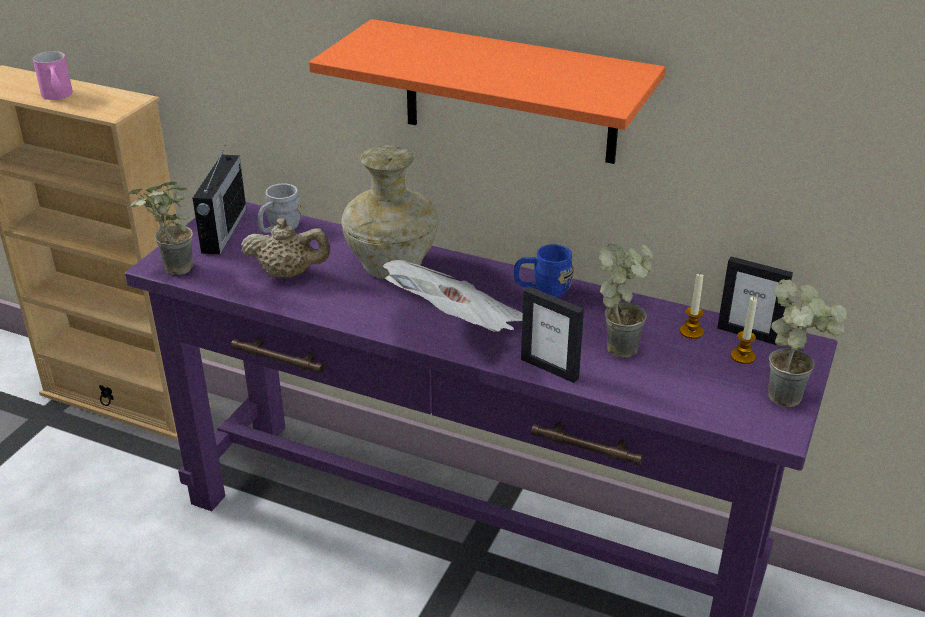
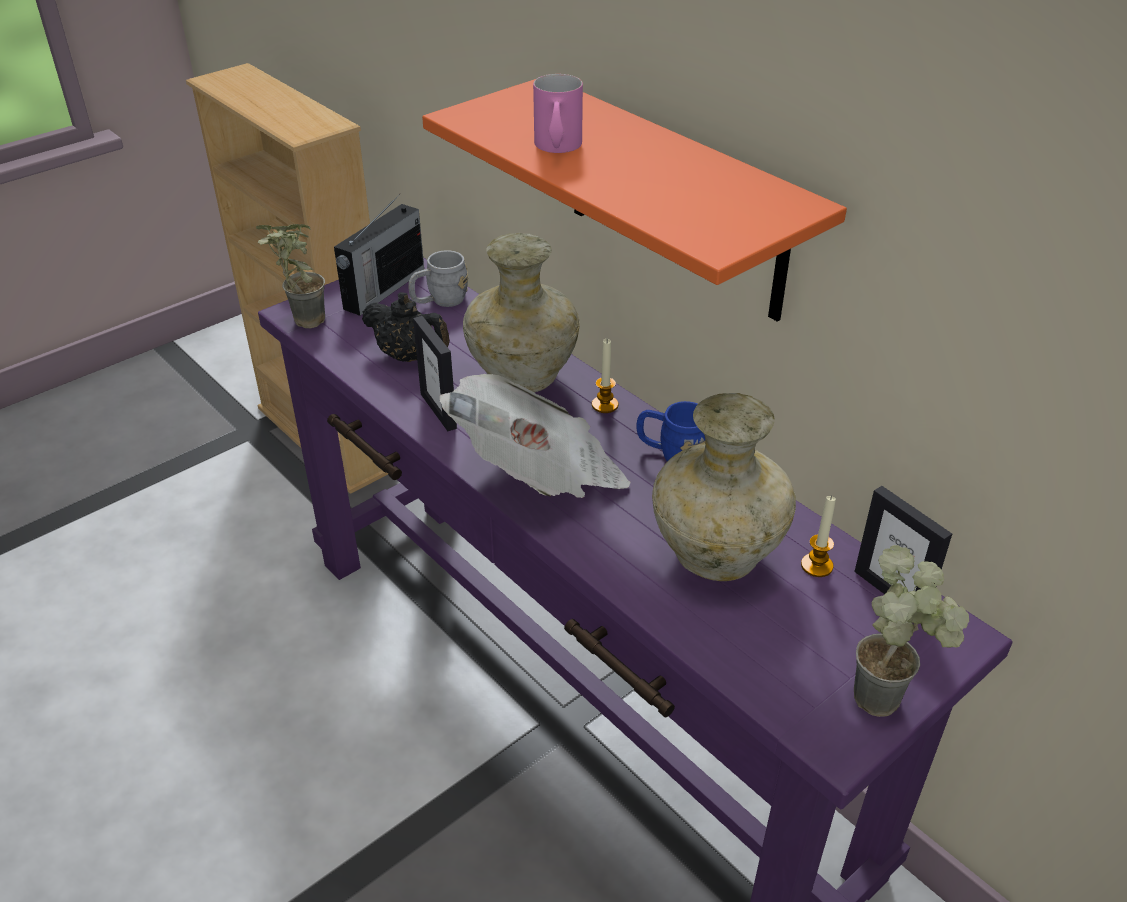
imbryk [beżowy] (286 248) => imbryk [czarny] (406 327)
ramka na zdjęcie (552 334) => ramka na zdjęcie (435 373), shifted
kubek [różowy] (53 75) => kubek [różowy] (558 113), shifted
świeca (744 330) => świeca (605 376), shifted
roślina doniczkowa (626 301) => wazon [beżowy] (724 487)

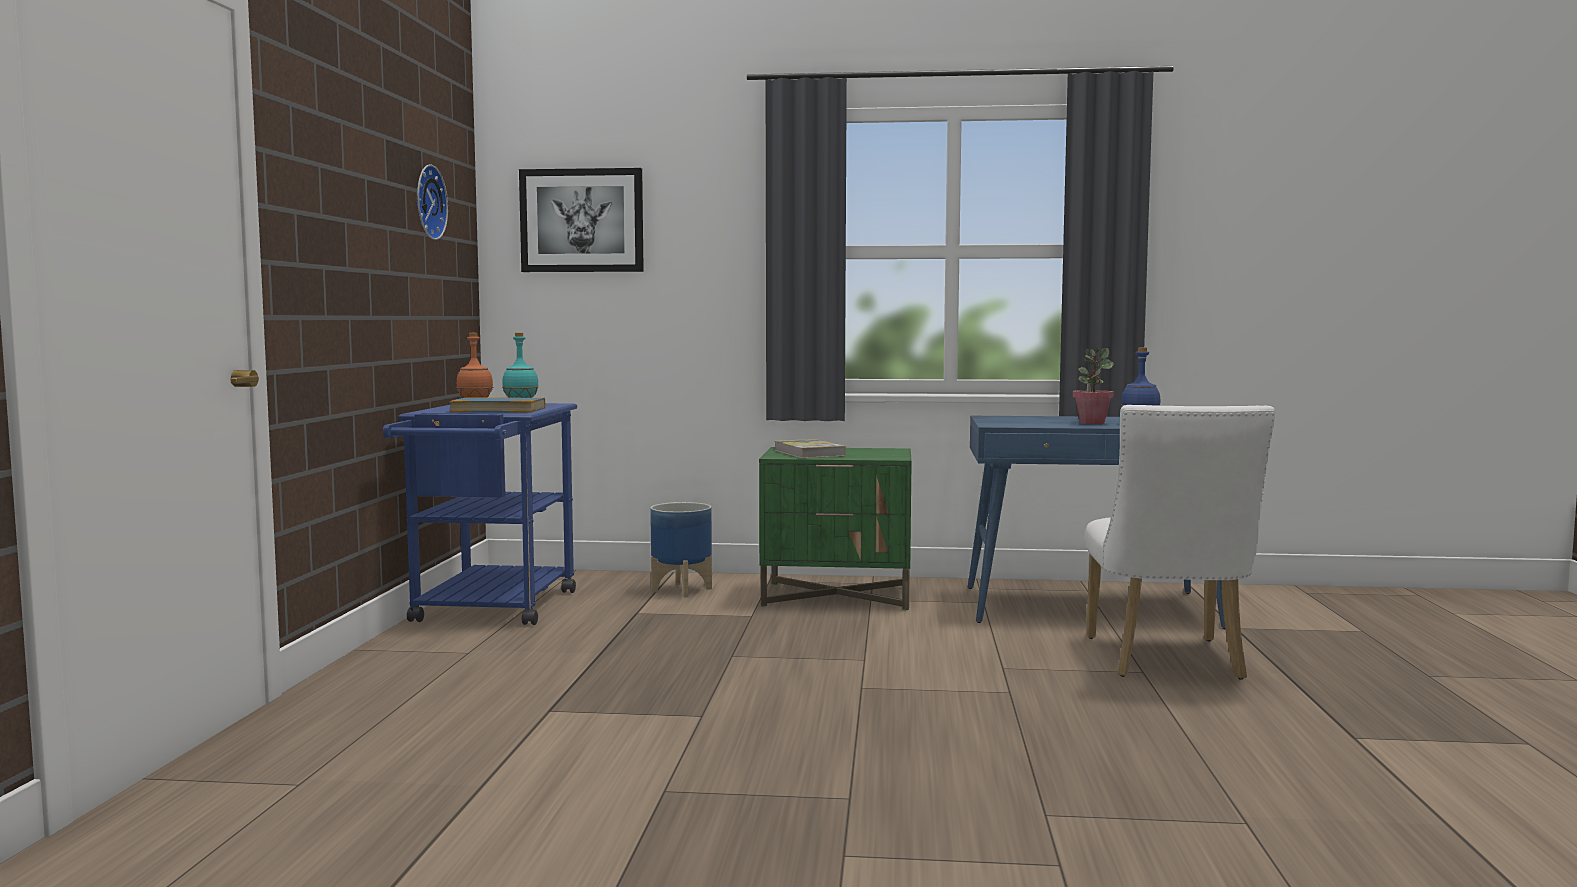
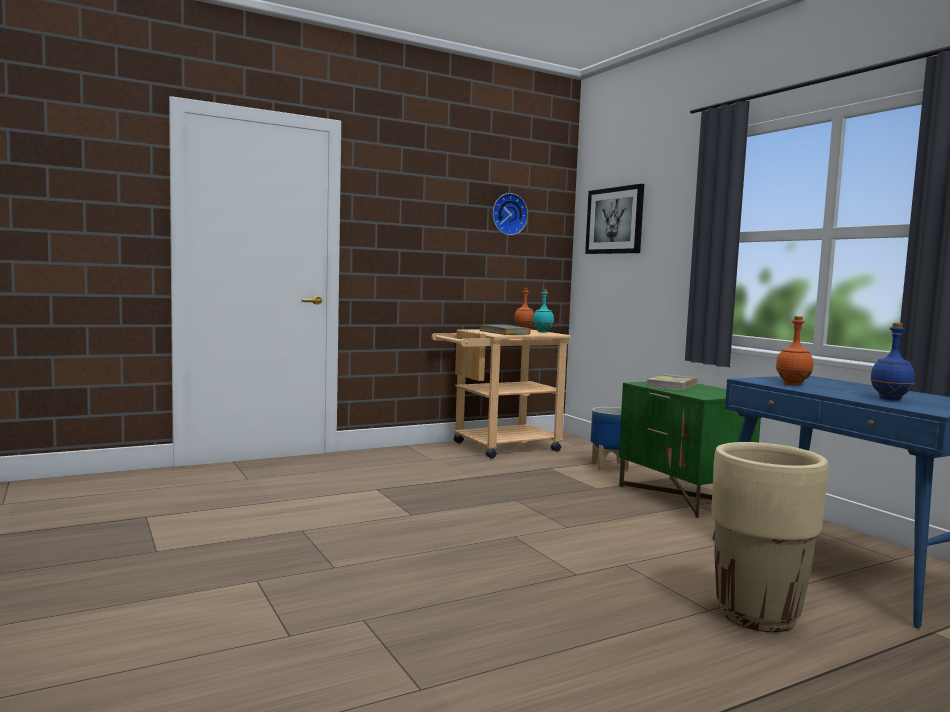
wózek [niebieski] (480 514) => wózek [beżowy] (501 394)
krzesło [biały] (1180 542) => donica [beżowy] (769 537)
nothing => butelka [pomarańczowy] (794 350)
roślina doniczkowa (1093 385) => nothing

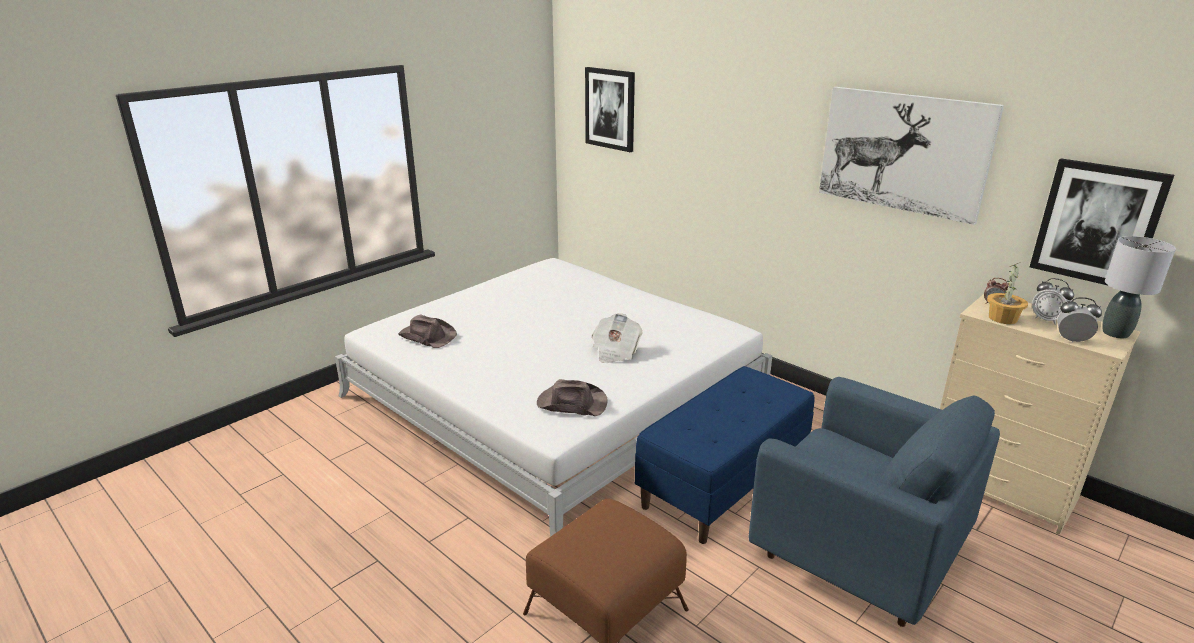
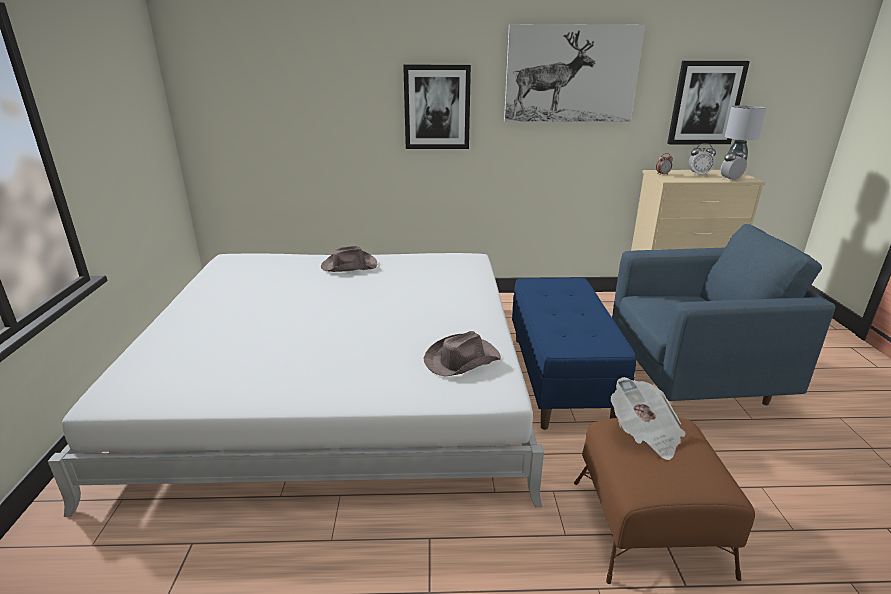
kapelusz [brązowy] (427 331) => kapelusz [brązowy] (349 259), shifted
obraz (610 109) => obraz (437 107), shifted
gazeta (617 338) => gazeta (648 418), shifted
roślina doniczkowa (1007 293) => nothing

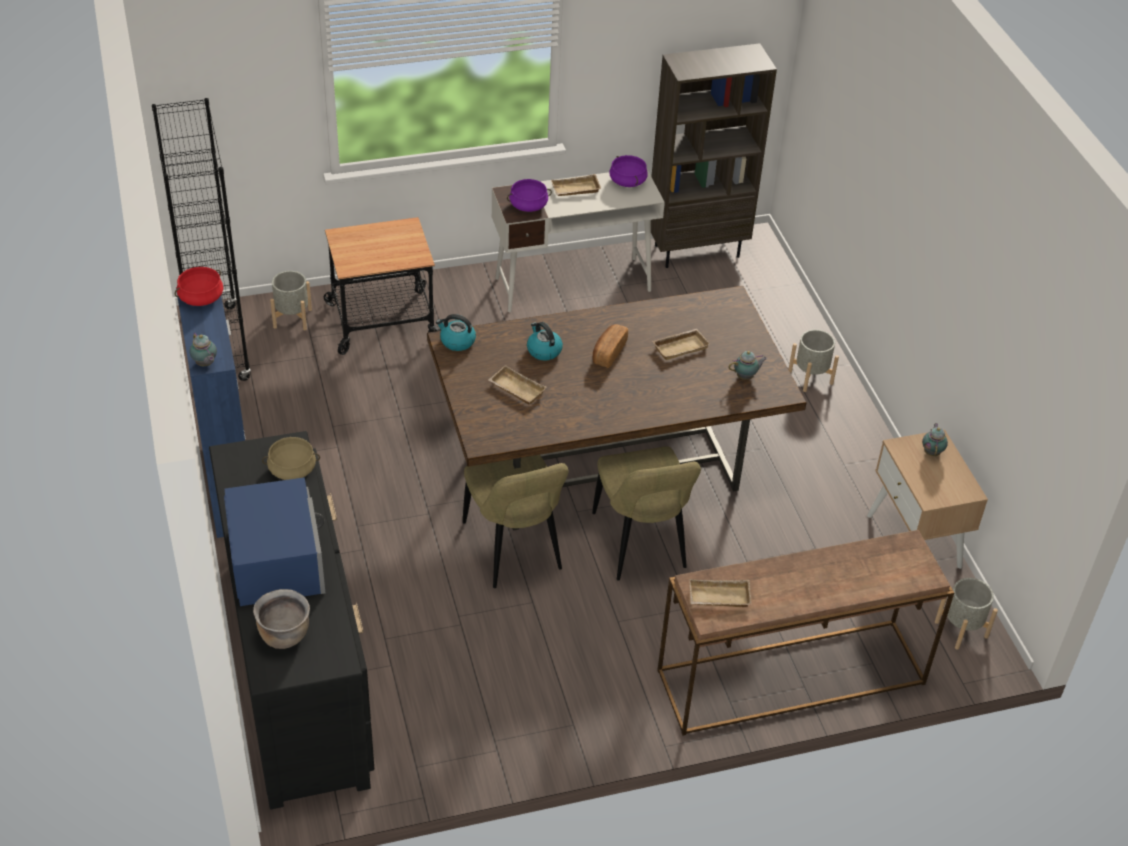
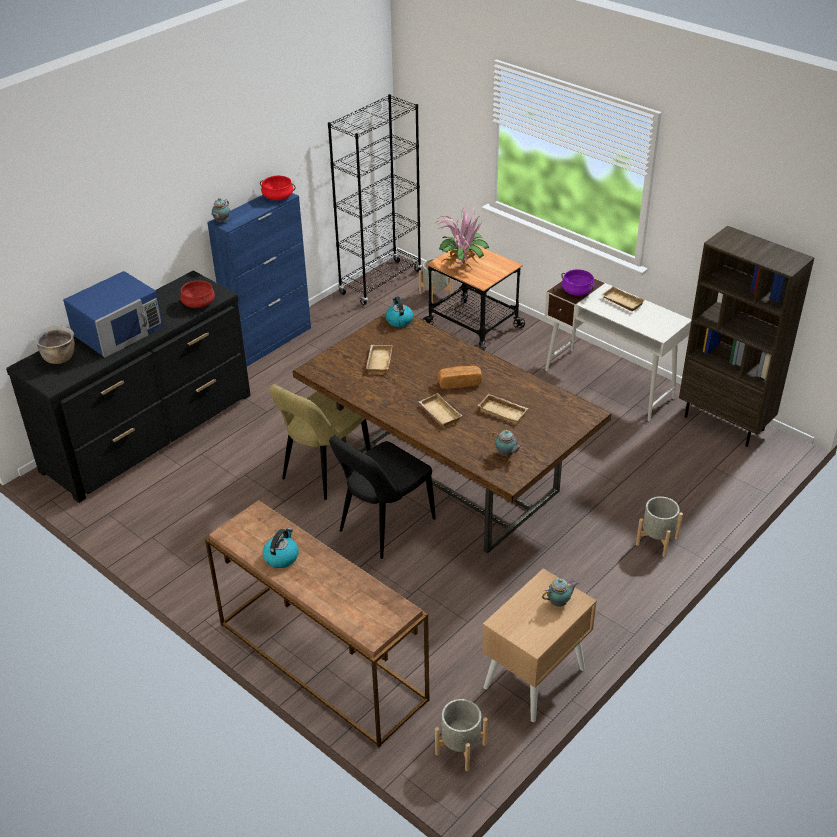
garnek [beżowy] (291 458) => garnek [czerwony] (197 294)
czajnik (545 341) => czajnik (280 548), shifted
krzesło [beżowy] (646 513) => krzesło [czarny] (382 497)
taca [beżowy] (721 593) => taca [beżowy] (440 410), shifted
nothing => roślina doniczkowa (462 235)
garnek [fioletowy] (629 171) => nothing

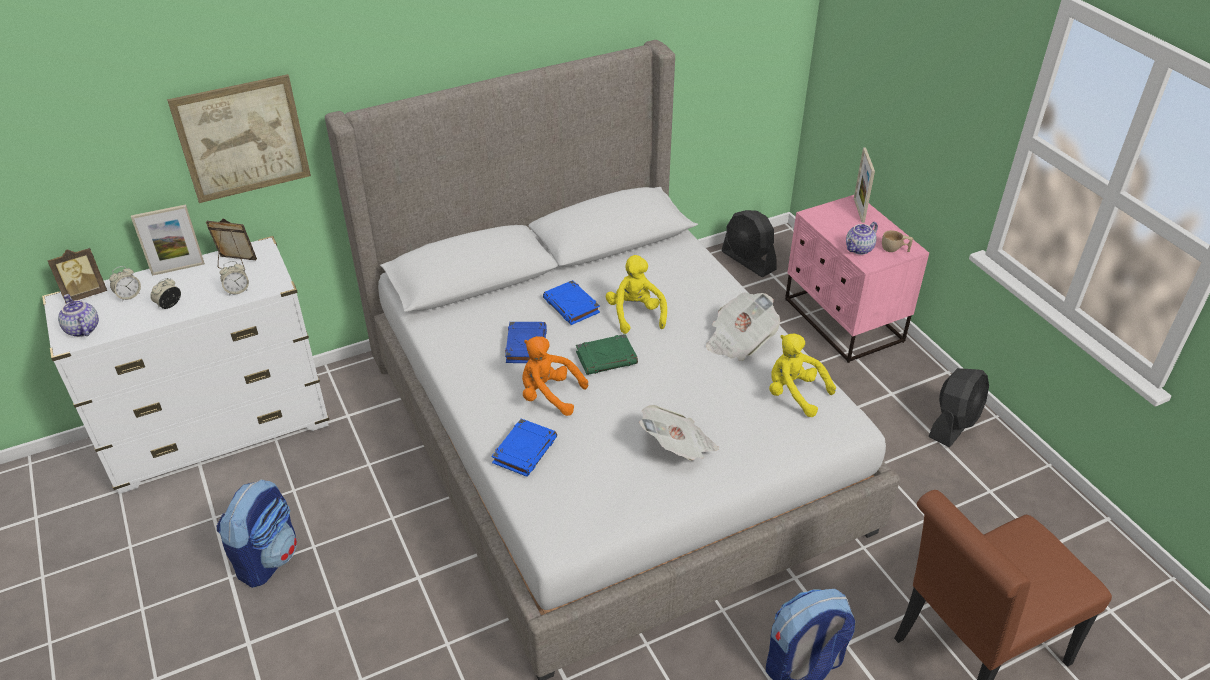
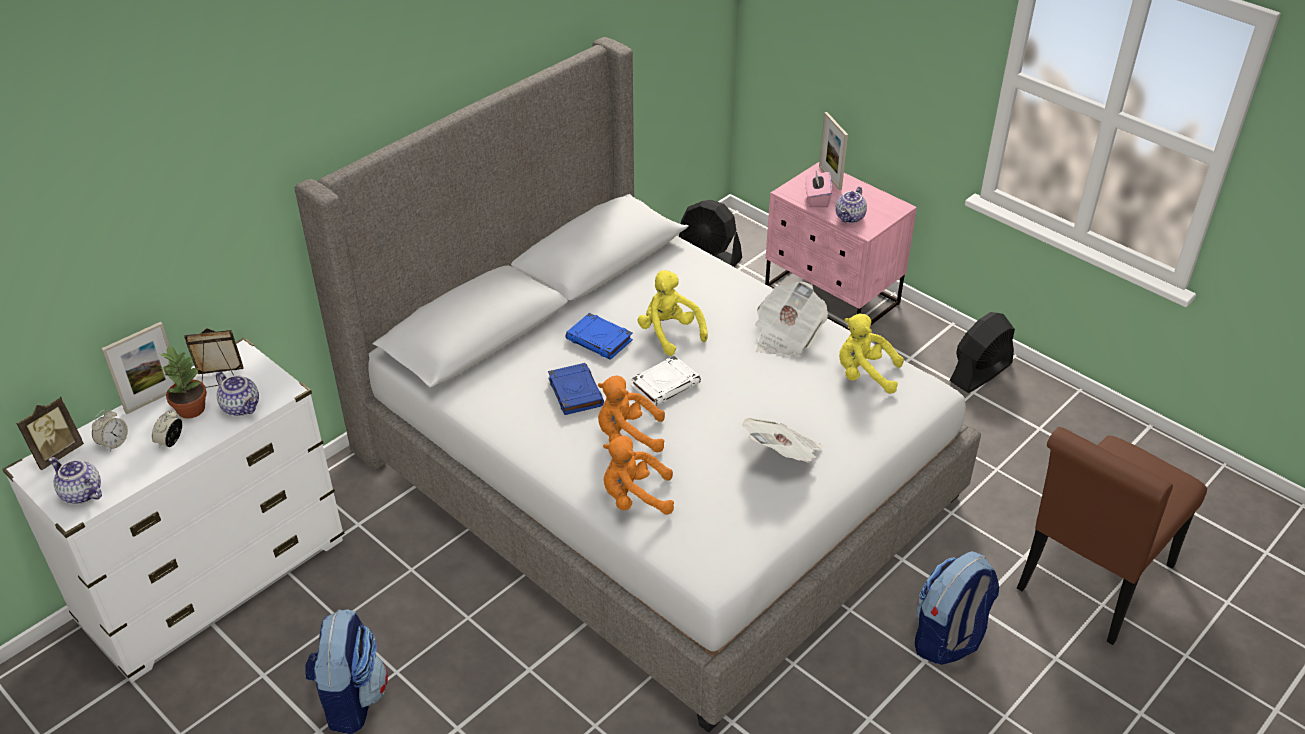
nothing => roślina doniczkowa (183 381)
budzik (234 278) => imbryk (237 394)
książka [niebieski] (524 448) => pluszak [pomarańczowy] (638 475)
książka [zielony] (607 354) => książka [biały] (666 381)
nothing => pudełko chusteczek [różowy] (818 189)
wentylator [czarny] (958 408) => wentylator [czarny] (982 352), 150 degrees counterclockwise
obraz (239 138) => nothing
filiżanka [beżowy] (897 241) => nothing

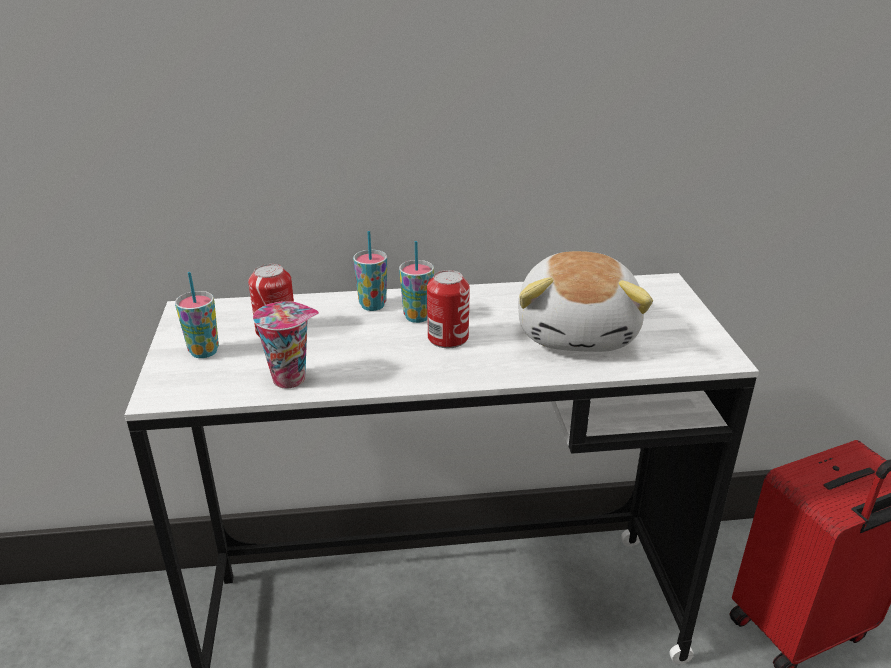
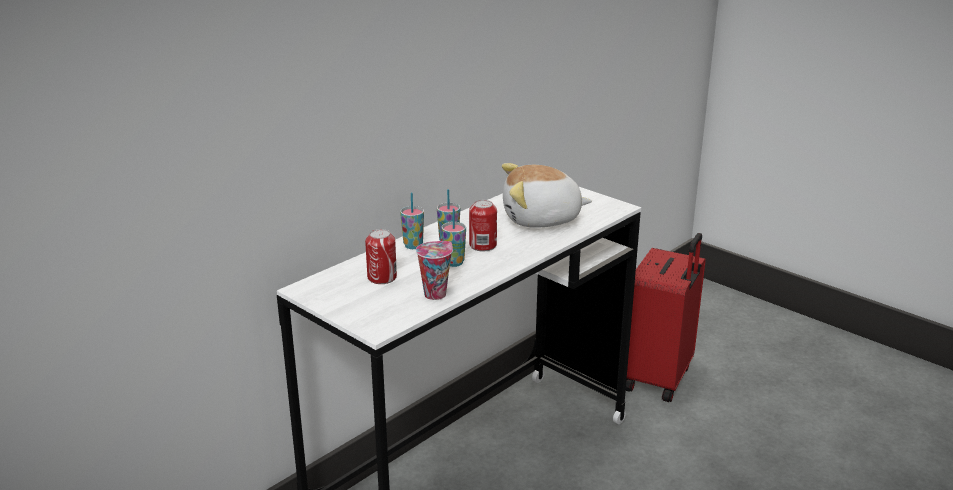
filiżanka (197 315) => filiżanka (453 237), shifted
pluszak (585 301) => pluszak (547 195), 120 degrees clockwise

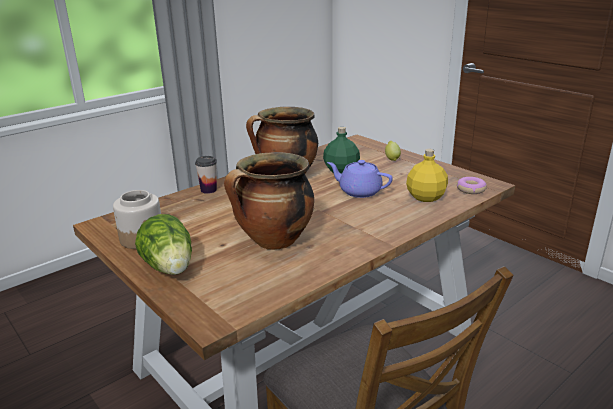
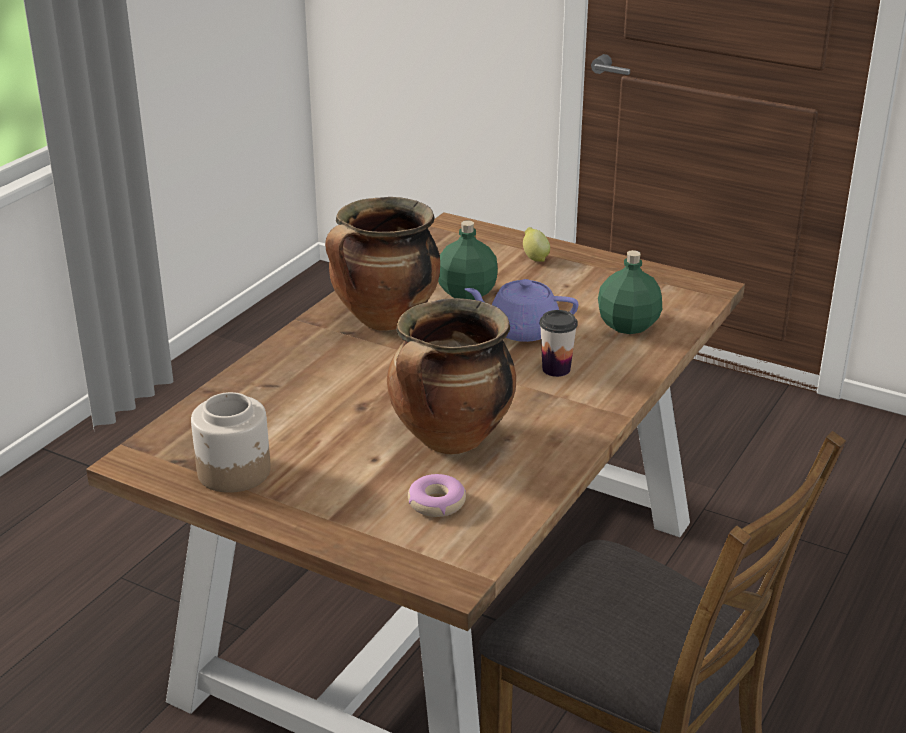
donut (472 185) => donut (437 495), shifted
filiżanka (206 175) => filiżanka (558 343), shifted
butelka [żółty] (427 175) => butelka [zielony] (630 292)
sałata (163 244) => nothing

